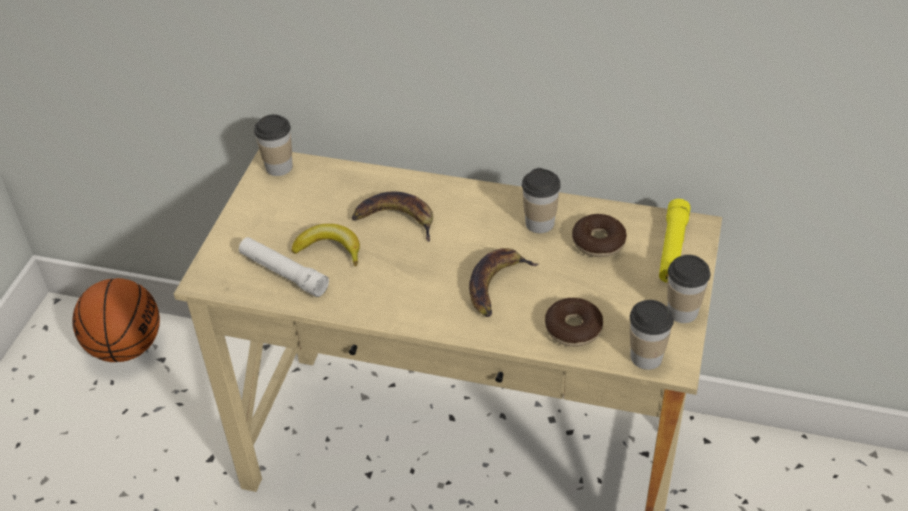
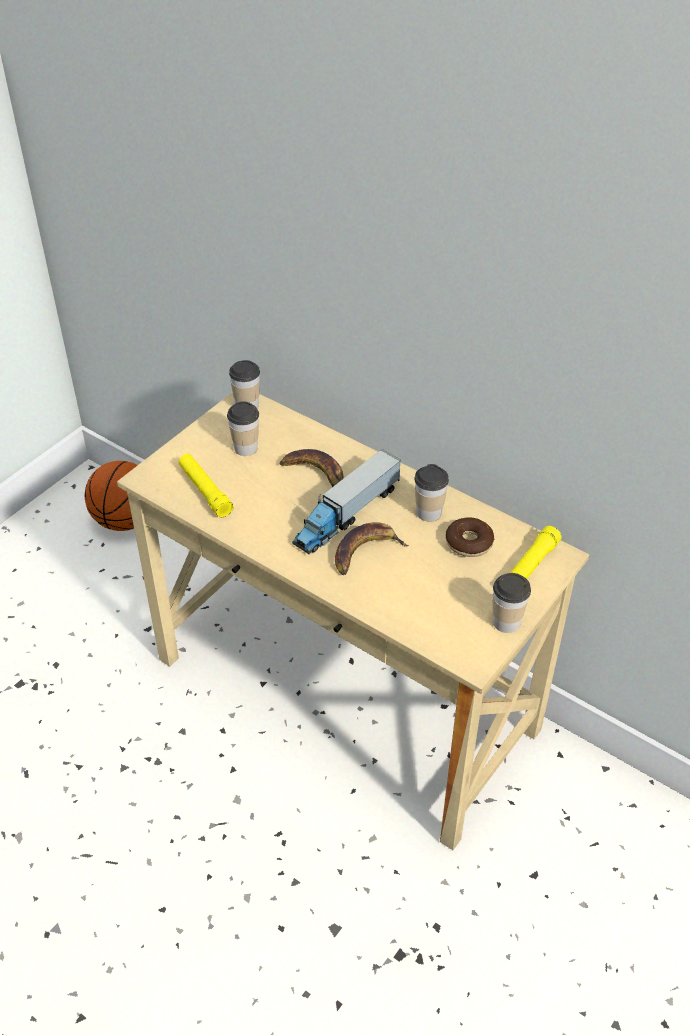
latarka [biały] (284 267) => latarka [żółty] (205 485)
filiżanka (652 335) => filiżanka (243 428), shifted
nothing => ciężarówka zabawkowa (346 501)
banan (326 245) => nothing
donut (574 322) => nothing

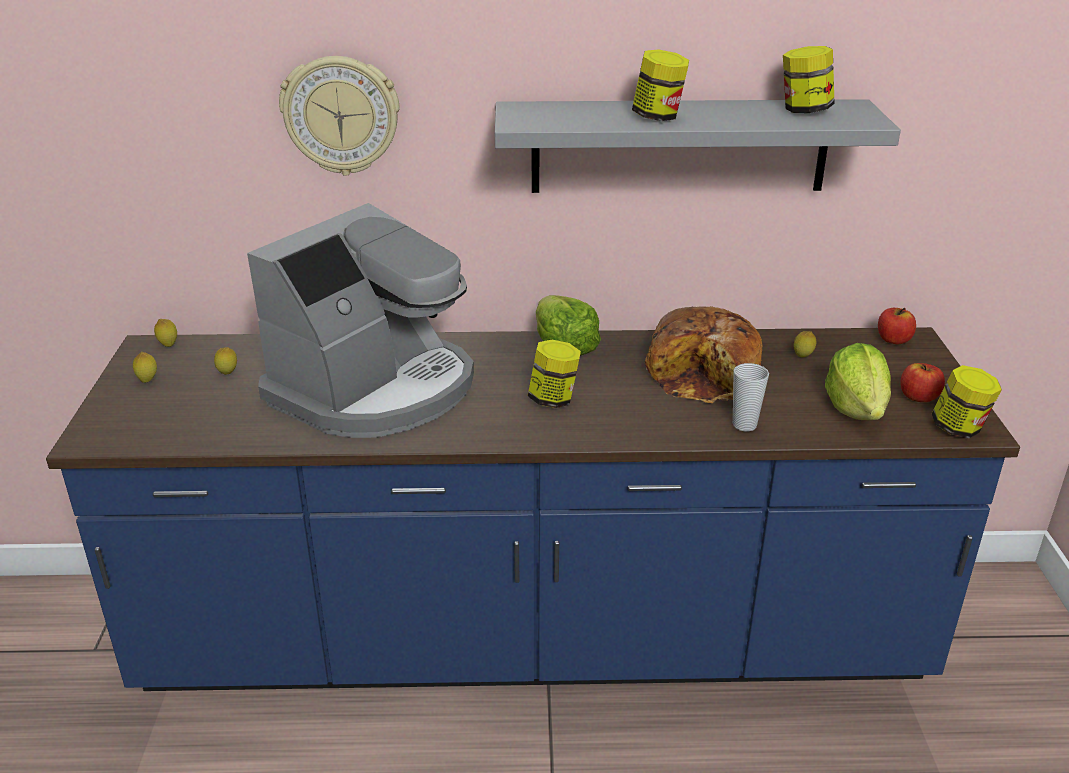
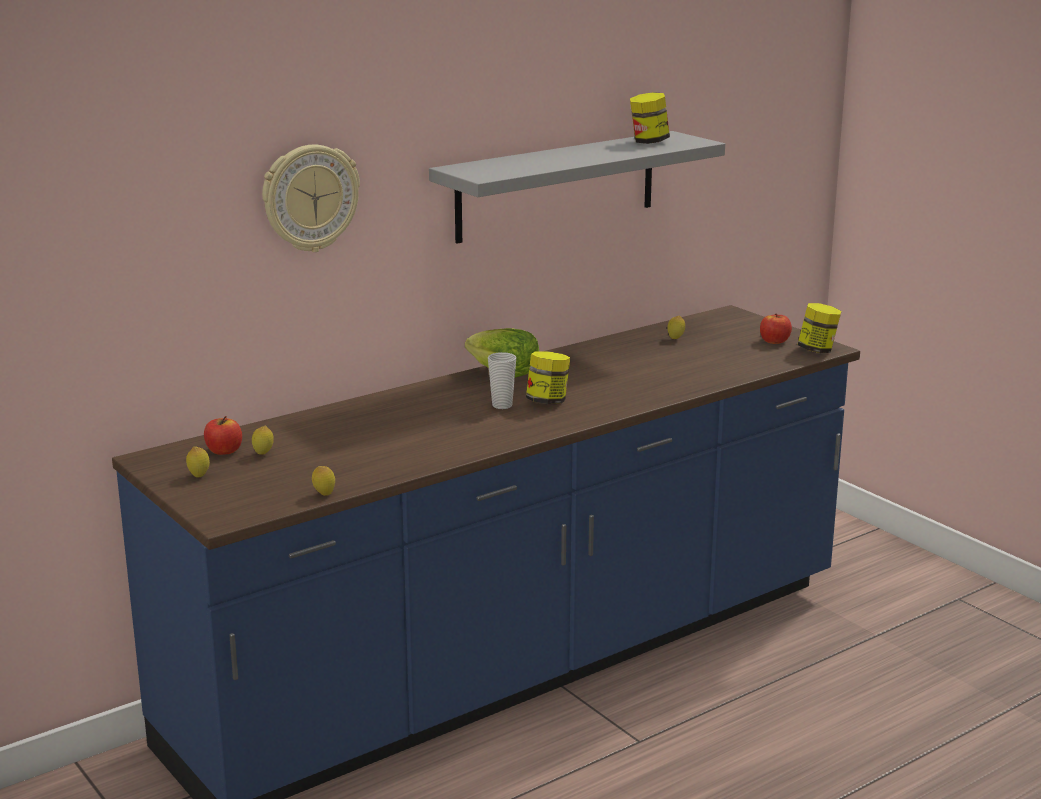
jabłko (897 326) => jabłko (223 435), shifted
cytryna (165 333) => cytryna (323 481), shifted
filiżanka (751 397) => filiżanka (502 380), shifted
ekspres do kawy (360 320) => nothing
słoik (660 85) => nothing
chleb (703 354) => nothing
sałata (858 381) => nothing

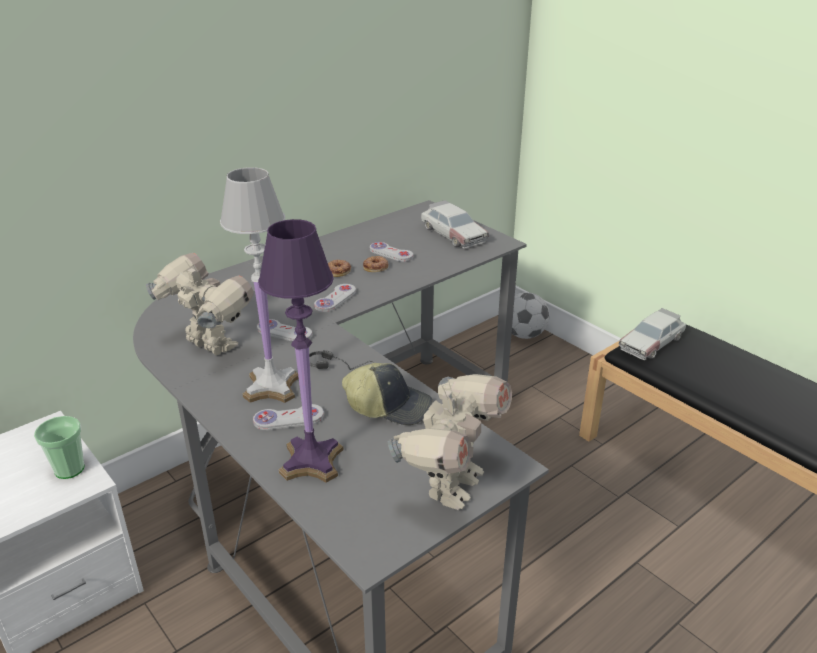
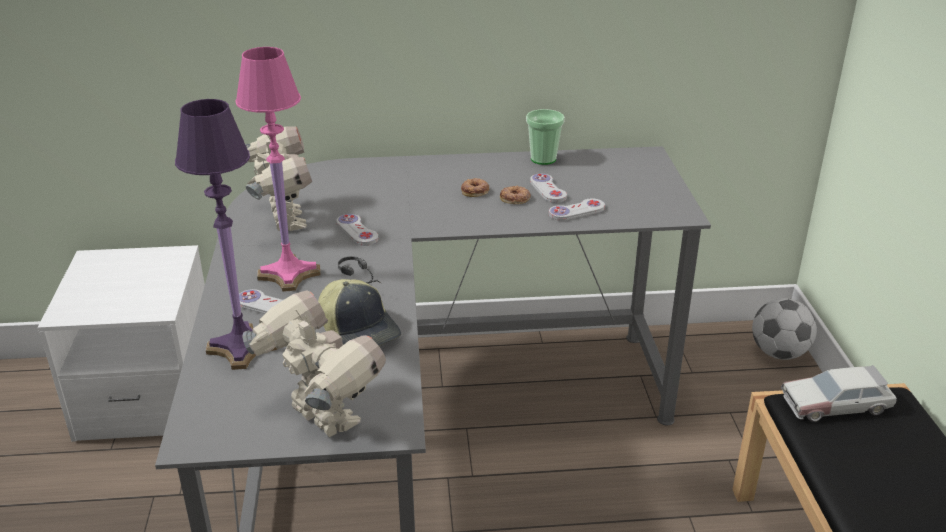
lampa stołowa [biały] (259 285) => lampa stołowa [różowy] (278 169)
robot zabawkowy (450 442) => robot zabawkowy (314 363), 105 degrees counterclockwise
filiżanka (59 447) => filiżanka (545 137), shifted
pad do gier [biały] (335 298) => pad do gier [biały] (577 209), shifted
samochodzik (455 224) => nothing

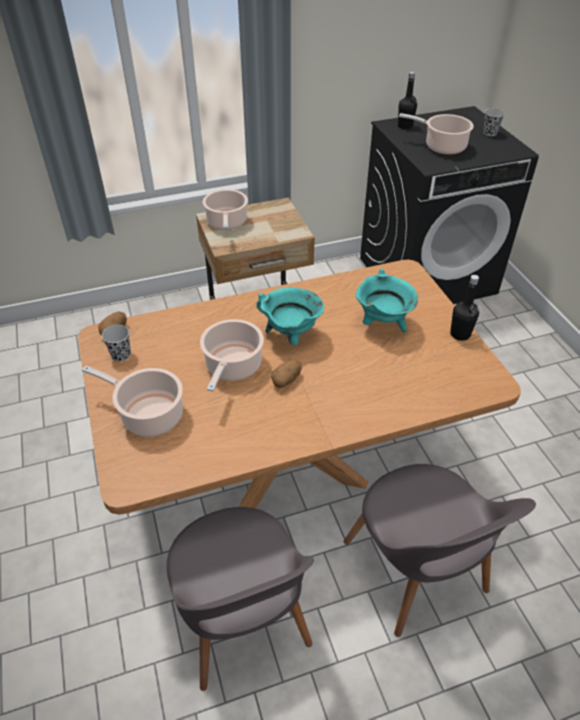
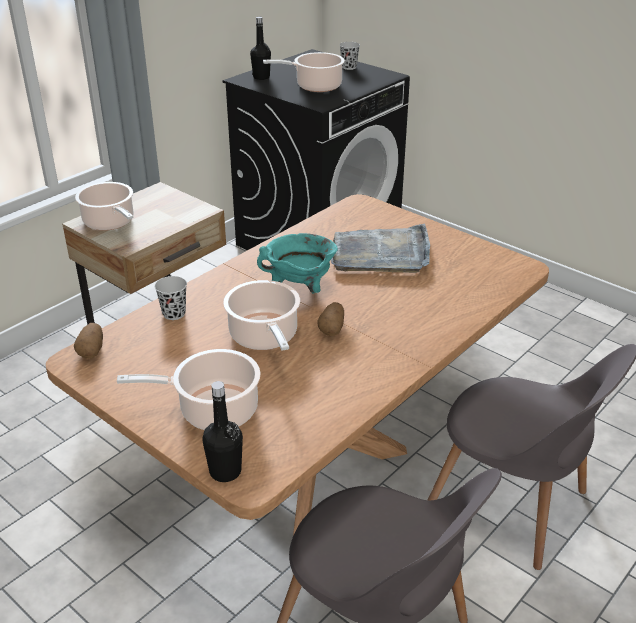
filiżanka [czarny] (116 343) => filiżanka [czarny] (170 298), shifted
butelka [czarny] (464 308) => butelka [czarny] (222 431), shifted
garnek [turkusowy] (387 300) => taca [szary] (380 248)

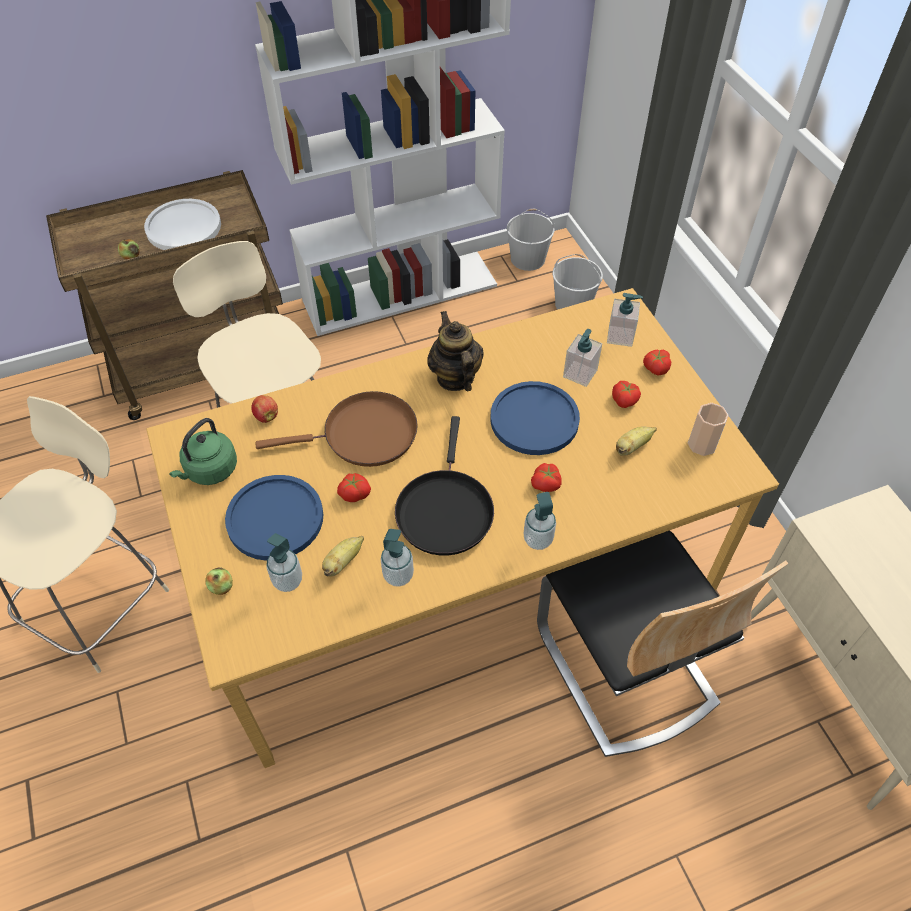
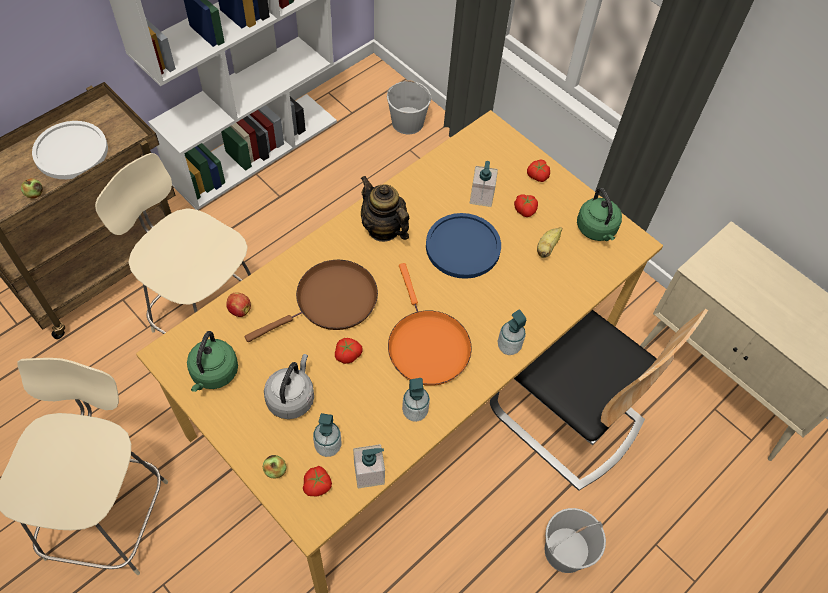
talerz [niebieski] (274 518) => czajnik [szary] (289 386)
pomidor (546 477) => pomidor (317 481), shifted
dozownik mydła (625 320) => dozownik mydła (369 466), shifted
patelnia [czarny] (444 486) => patelnia [pomarańczowy] (430 324)
wiadro [biały] (531 240) => wiadro [biały] (575 540), shifted
filiżanka (708 429) => czajnik [zielony] (599 214)
banan (343 556) => nothing

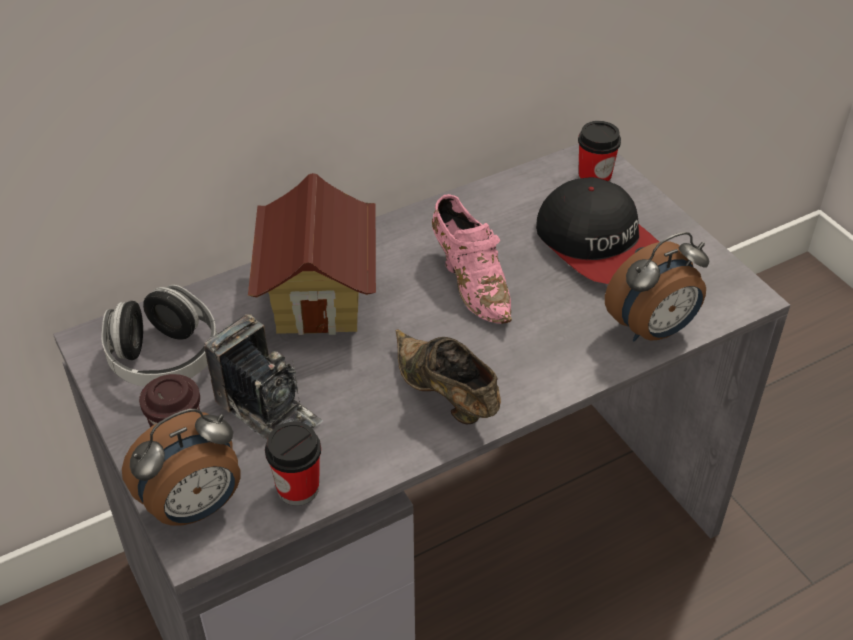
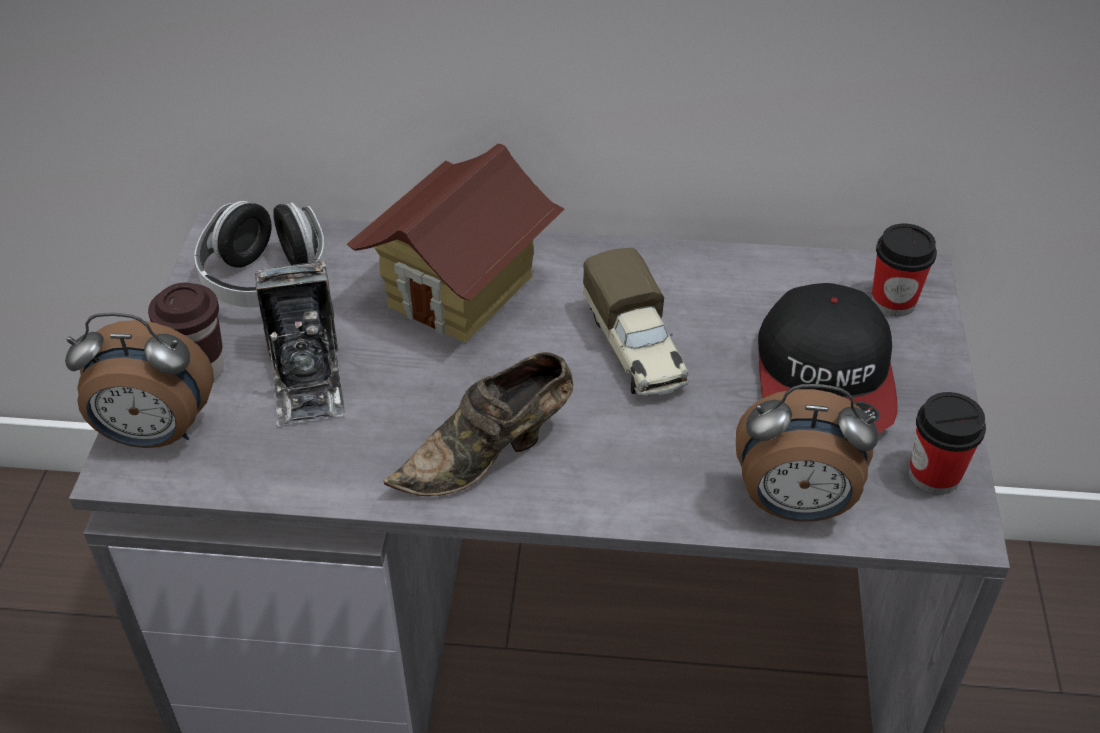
but [brązowy] (448 376) => but [brązowy] (478 424), 120 degrees counterclockwise
but [różowy] (472 259) => ciężarówka zabawkowa (636 322)
filiżanka (293 464) => filiżanka (947 443), shifted

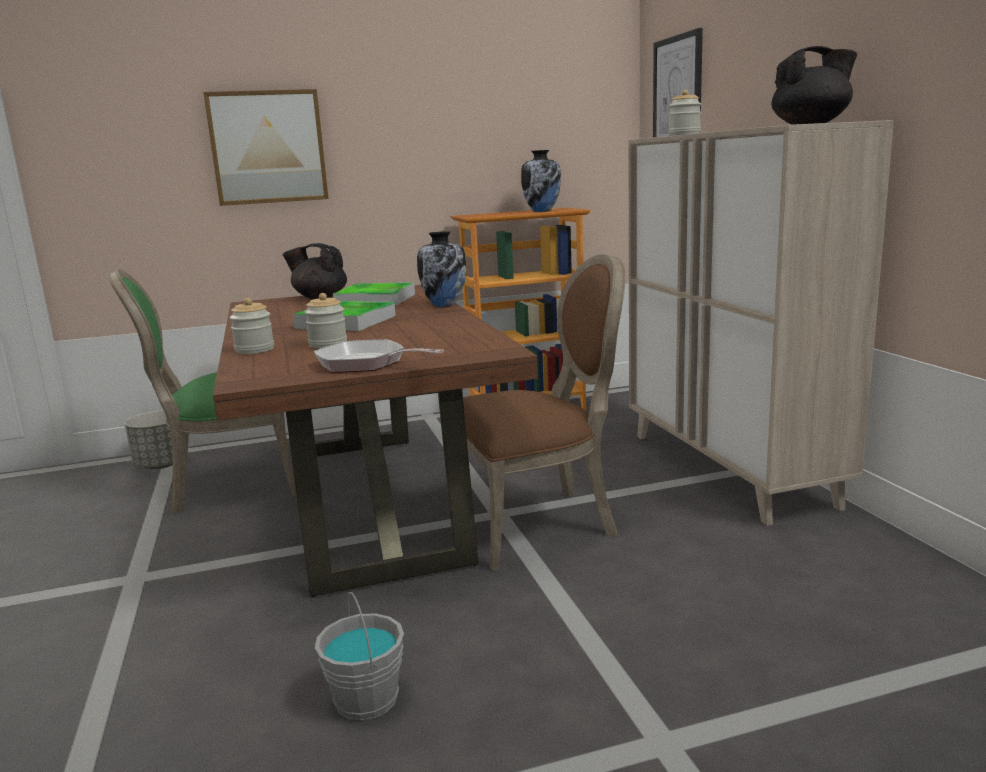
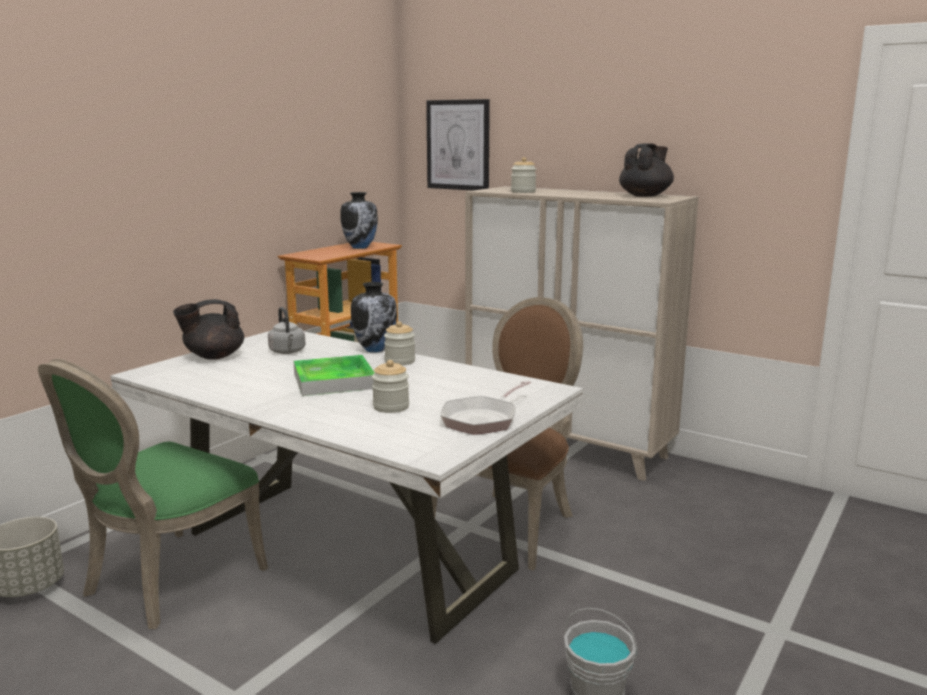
stół jadalny [brązowy] (375 441) => stół jadalny [biały] (346 487)
taca (374 294) => czajnik [szary] (286 330)
słoik (252 326) => słoik (399 343), shifted
patelnia (379 356) => patelnia (485 407), 45 degrees counterclockwise
obraz (266 147) => nothing

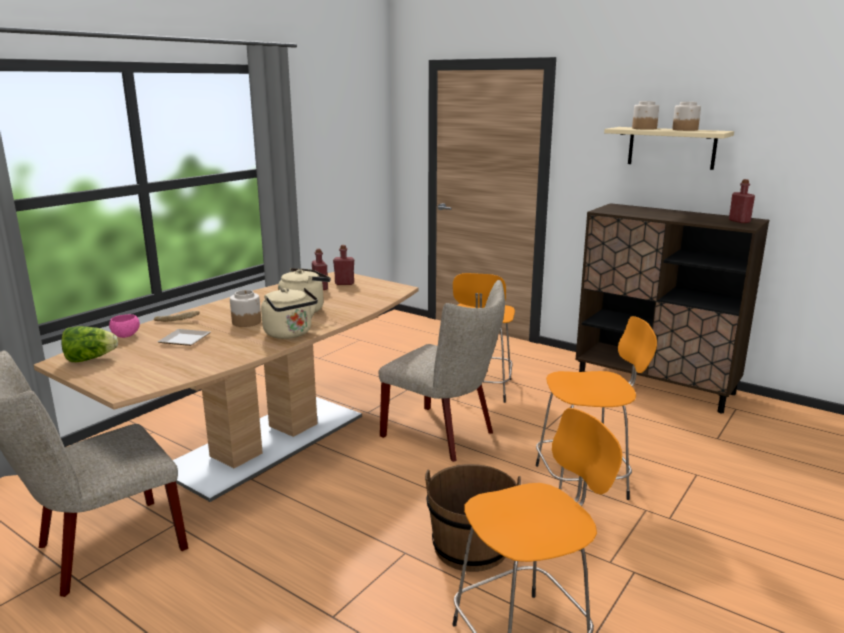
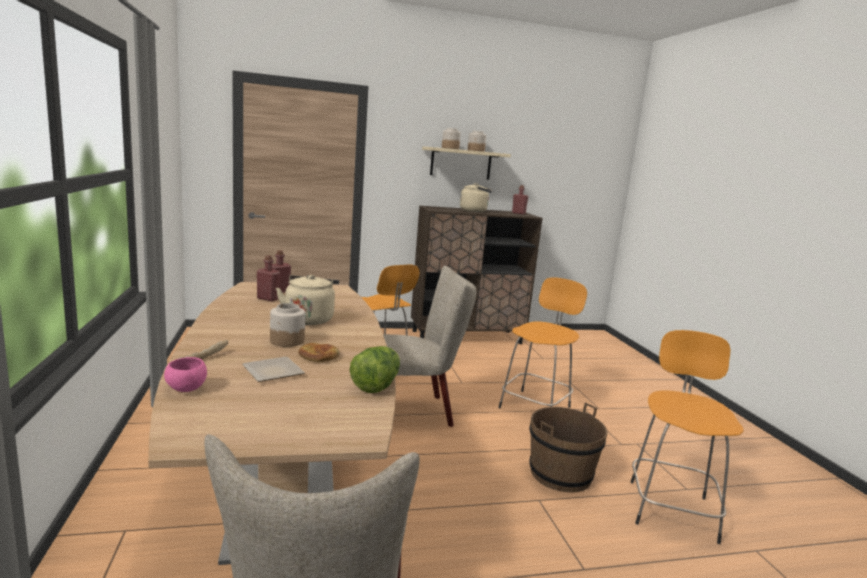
nothing => chleb (319 352)
sałata (89 344) => sałata (375 369), shifted
czajnik [beżowy] (289 313) => czajnik [beżowy] (476 197), shifted

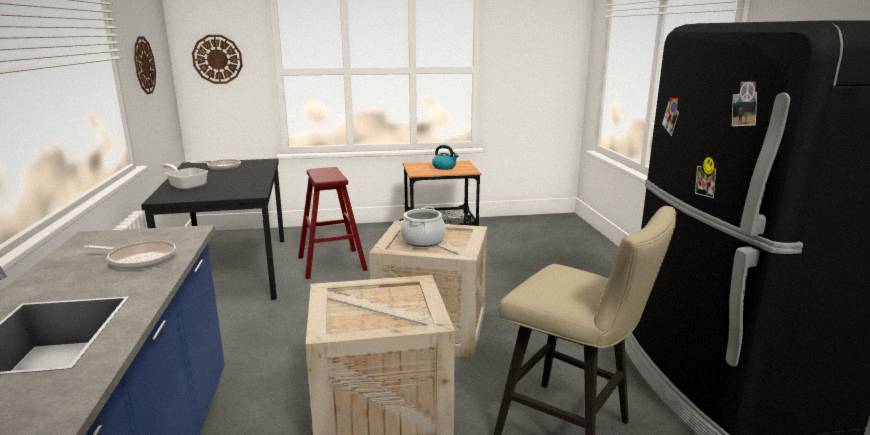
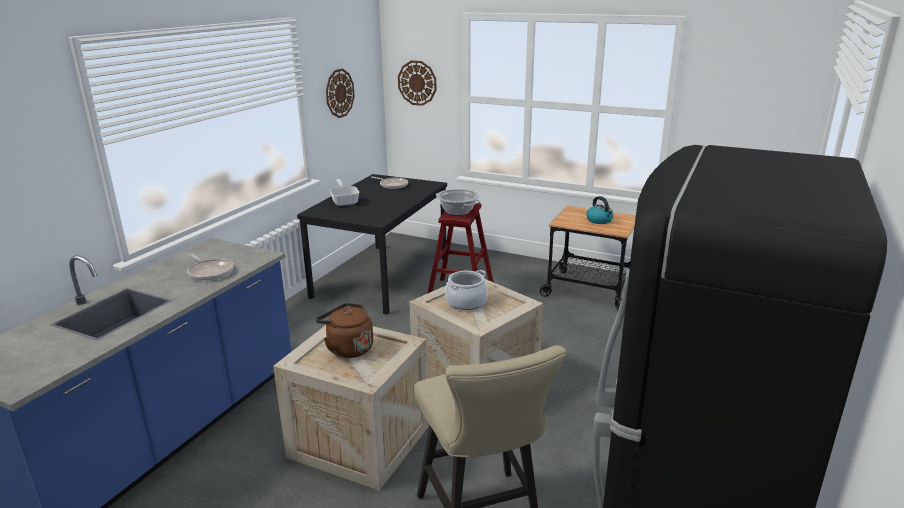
nothing => czajnik [brązowy] (344 330)
nothing => garnek (458 202)

